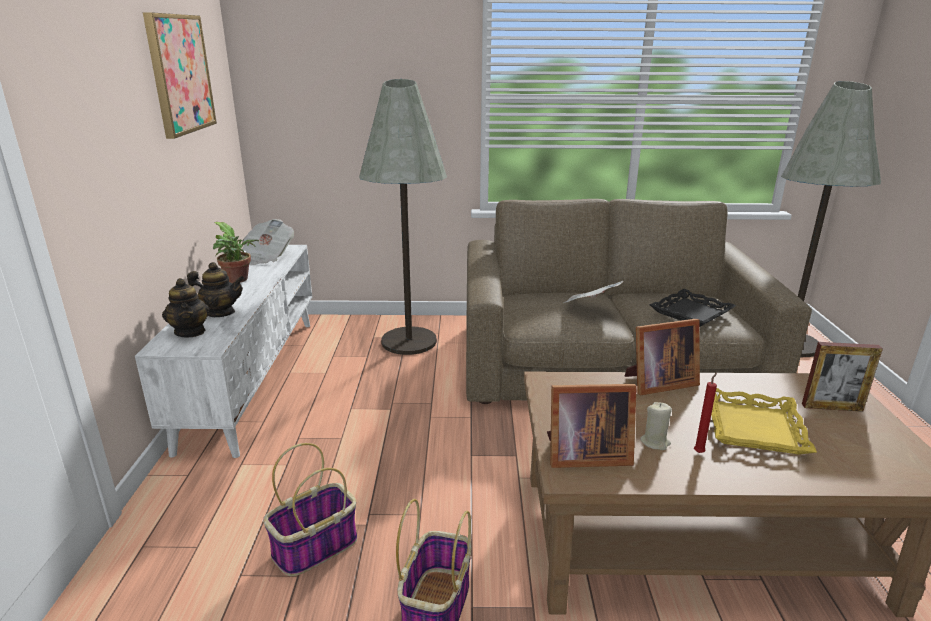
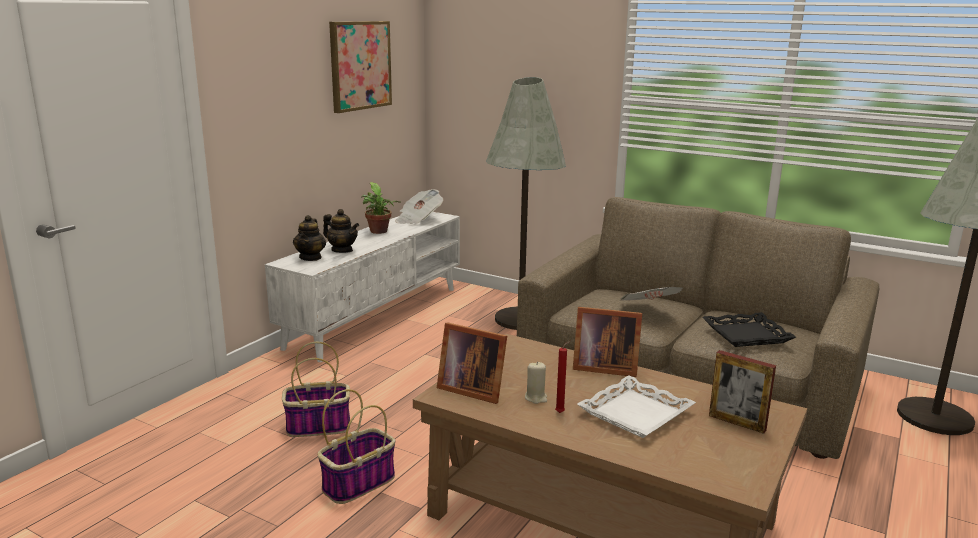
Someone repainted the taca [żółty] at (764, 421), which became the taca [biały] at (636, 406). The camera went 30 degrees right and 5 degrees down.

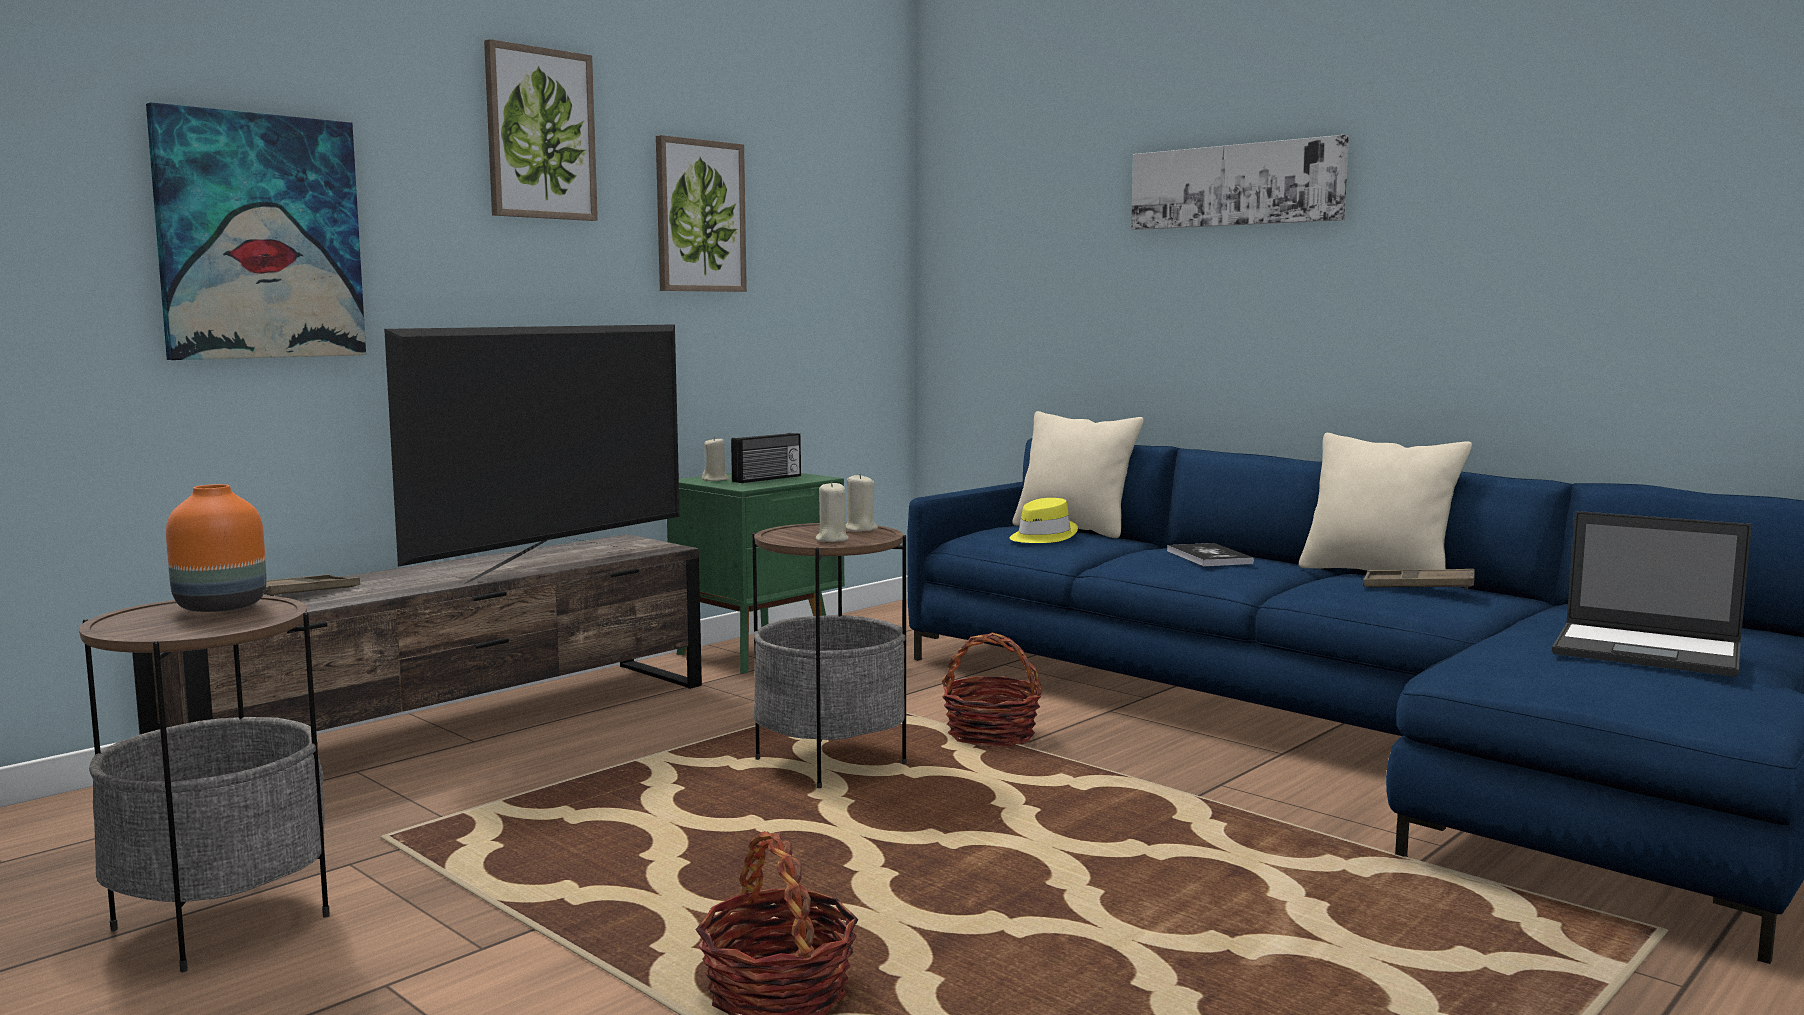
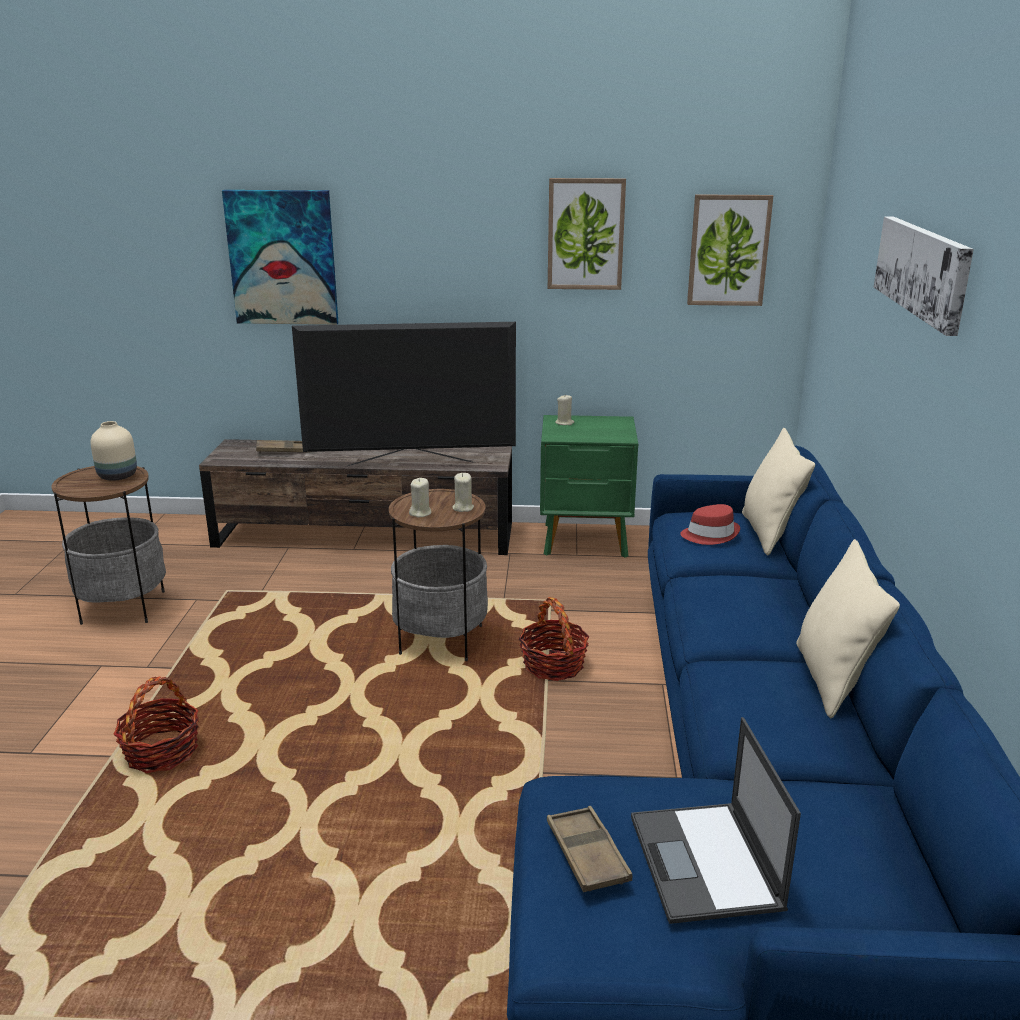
Someone repainted the wazon [pomarańczowy] at (216, 548), which became the wazon [beżowy] at (114, 451). Someone carried the obraz from (541, 130) to (730, 250). Someone took away the radio at (766, 458). Someone repainted the kapelusz [żółty] at (1044, 520), which became the kapelusz [czerwony] at (710, 524). Someone took away the książka at (1210, 554). Someone carried the taca [brązowy] from (1419, 579) to (589, 849). The camera went 50 degrees right and 15 degrees up.

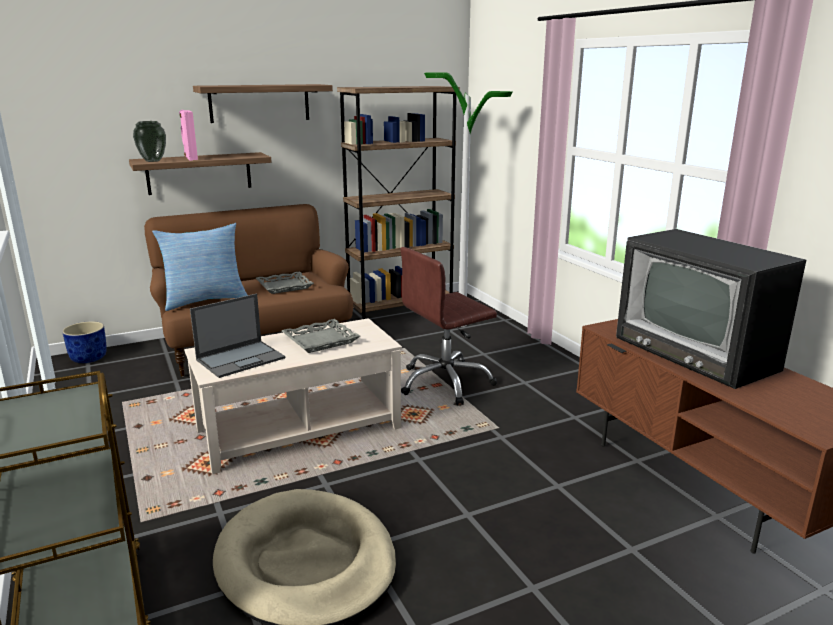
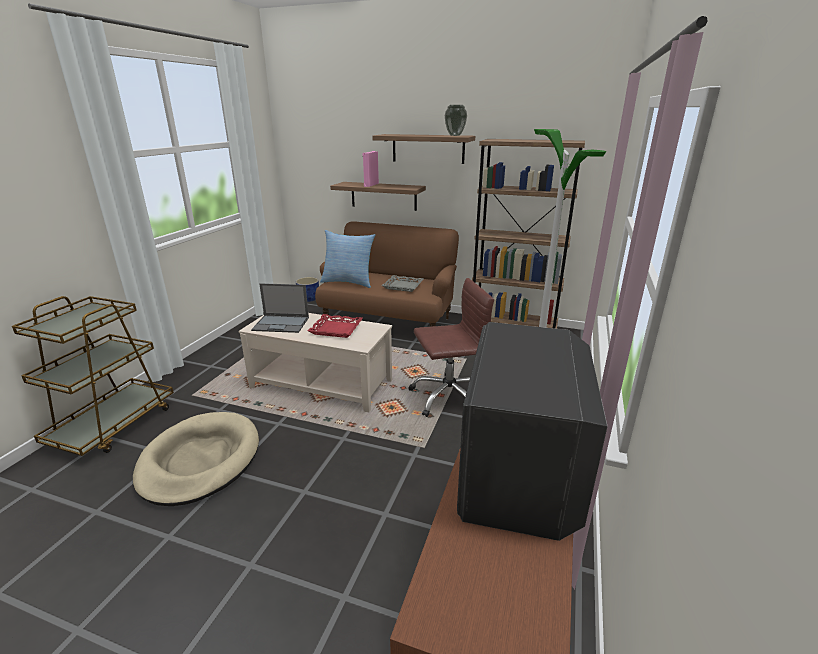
Someone carried the wazon from (149, 141) to (456, 120). Someone repainted the taca [szary] at (321, 336), which became the taca [czerwony] at (335, 326). Someone rotated the krzesło biurowe [brązowy] at (448, 326) by 150 degrees clockwise. The camera went 45 degrees right and 5 degrees up.

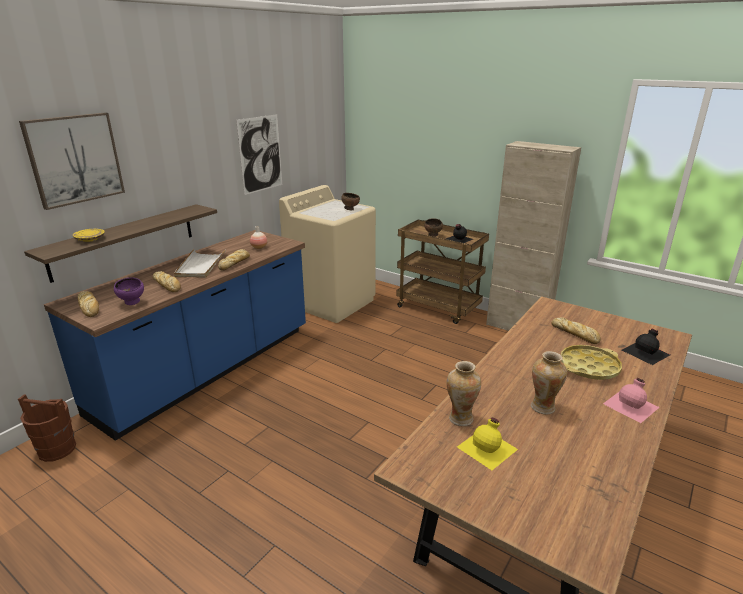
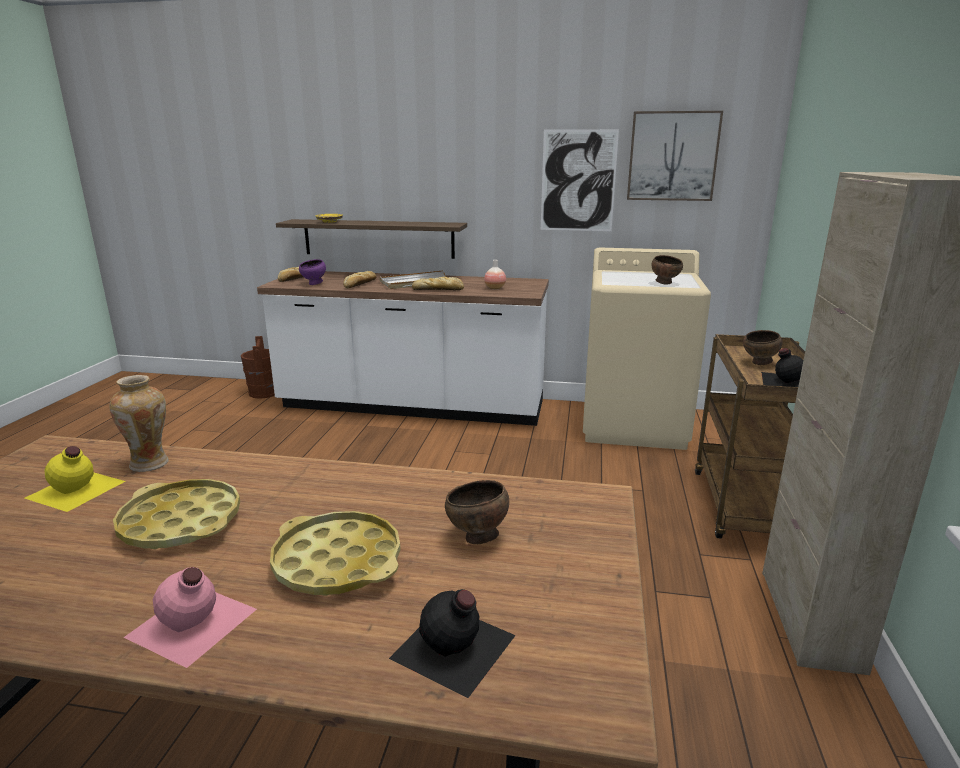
Someone carried the obraz from (72, 161) to (675, 156). Someone repainted the zabudowa kuchenna [niebieski] at (175, 335), which became the zabudowa kuchenna [biały] at (403, 348). Someone swapped the wazon at (549, 383) for the taca [żółty] at (176, 514). Someone swapped the chleb at (576, 330) for the miska [brązowy] at (477, 512). The camera went 65 degrees right and 5 degrees down.

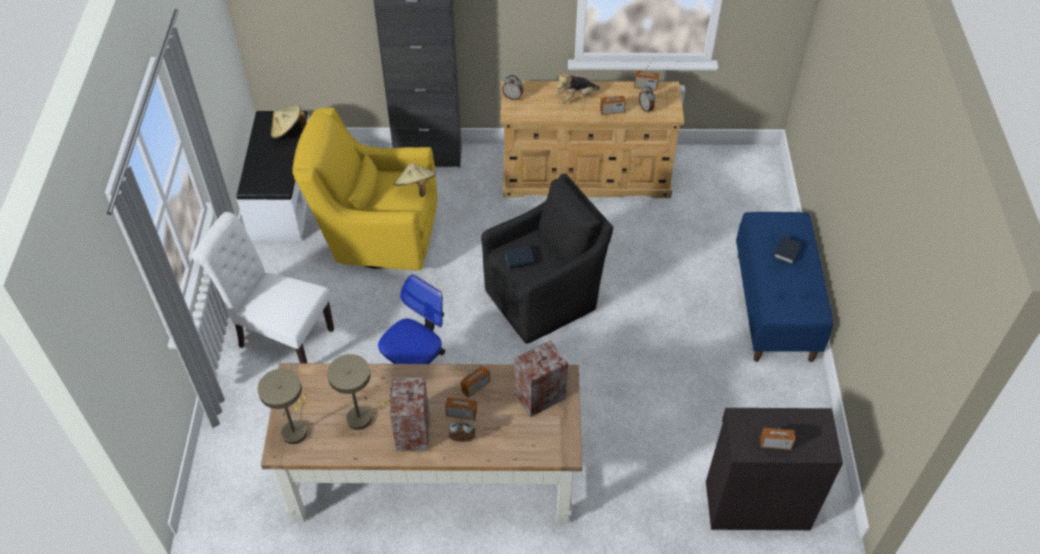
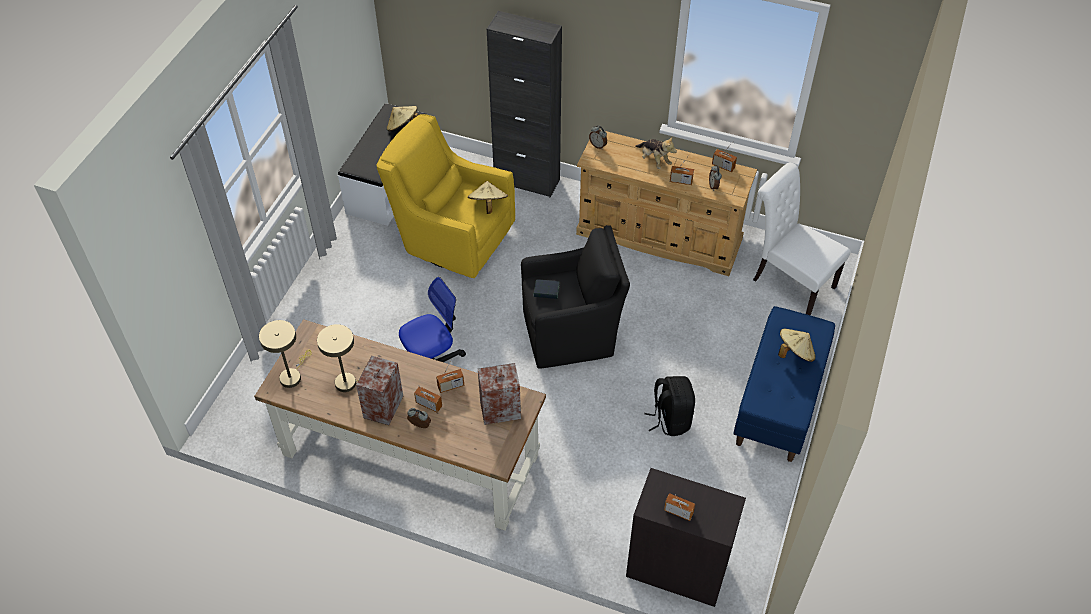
Someone carried the krzesło [biały] from (263, 287) to (802, 239). Someone rotated the pluszak at (578, 88) by 120 degrees counterclockwise. Someone swapped the książka at (787, 250) for the kapelusz [beżowy] at (797, 345). Someone put down the plecak [czarny] at (670, 406). The camera went 20 degrees right and 0 degrees up.

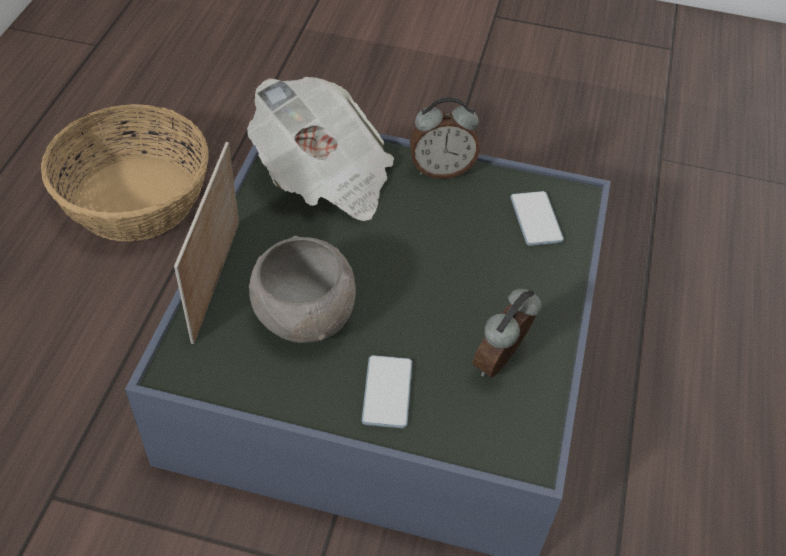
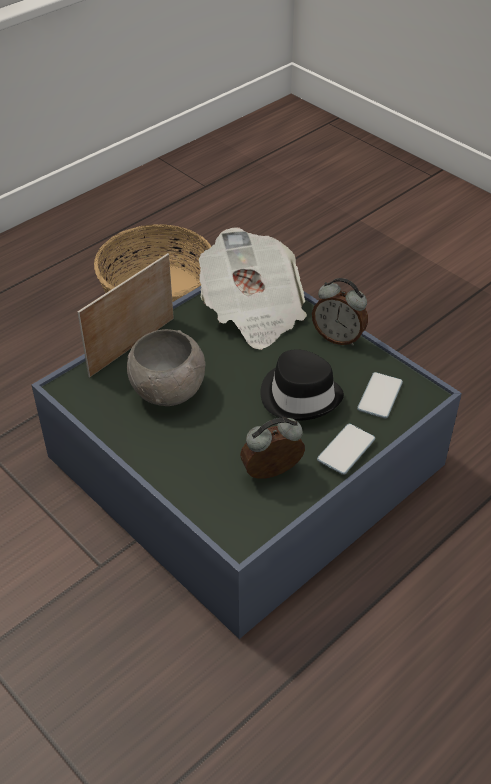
Someone carried the telefon from (387, 391) to (346, 449). Someone put down the kapelusz [czarny] at (302, 385). The camera went 35 degrees right and 5 degrees down.

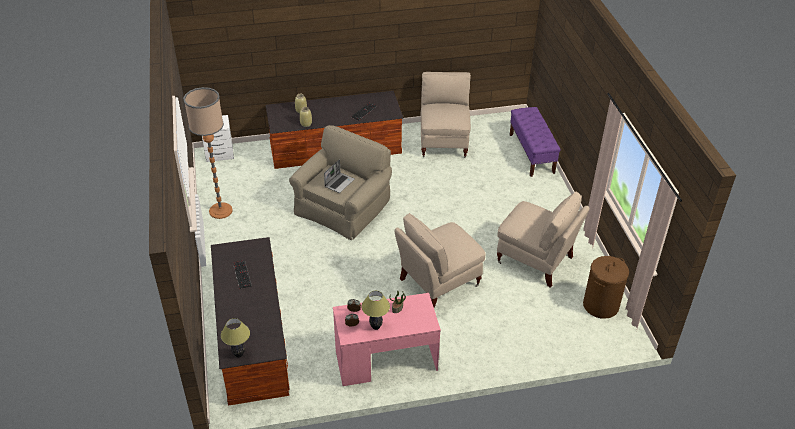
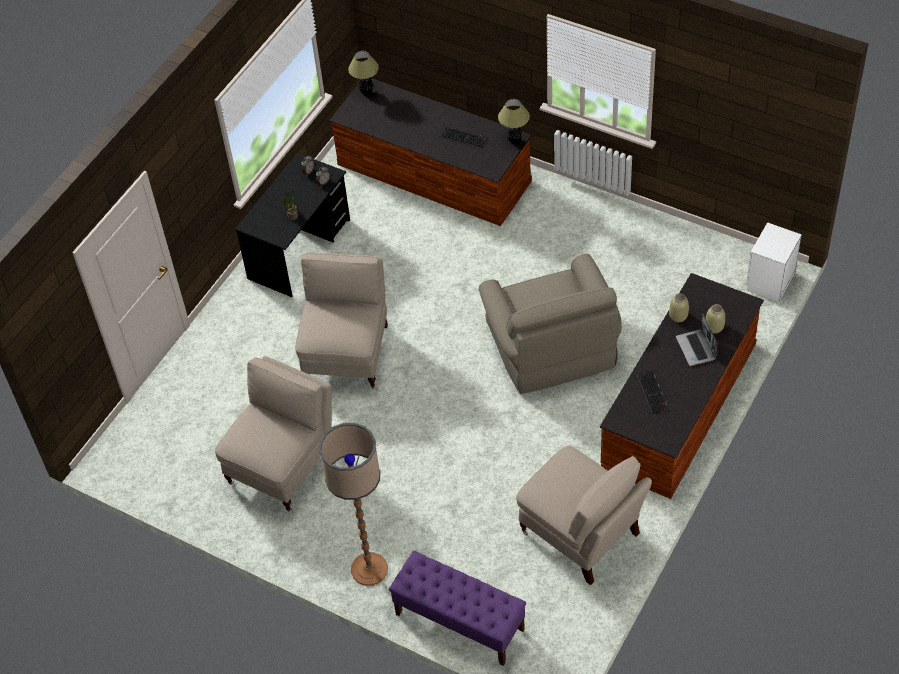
Someone carried the lampa stojąca from (208, 153) to (353, 504). Someone carried the laptop from (339, 176) to (696, 340). Someone repainted the biurko [różowy] at (387, 339), which became the biurko [czarny] at (292, 225). Someone carried the lampa stołowa from (376, 310) to (514, 121). Someone rotated the krzesło [beżowy] at (543, 240) by 135 degrees clockwise. Someone took away the kosz na pranie [brązowy] at (606, 287). The camera went 135 degrees right and 10 degrees up.

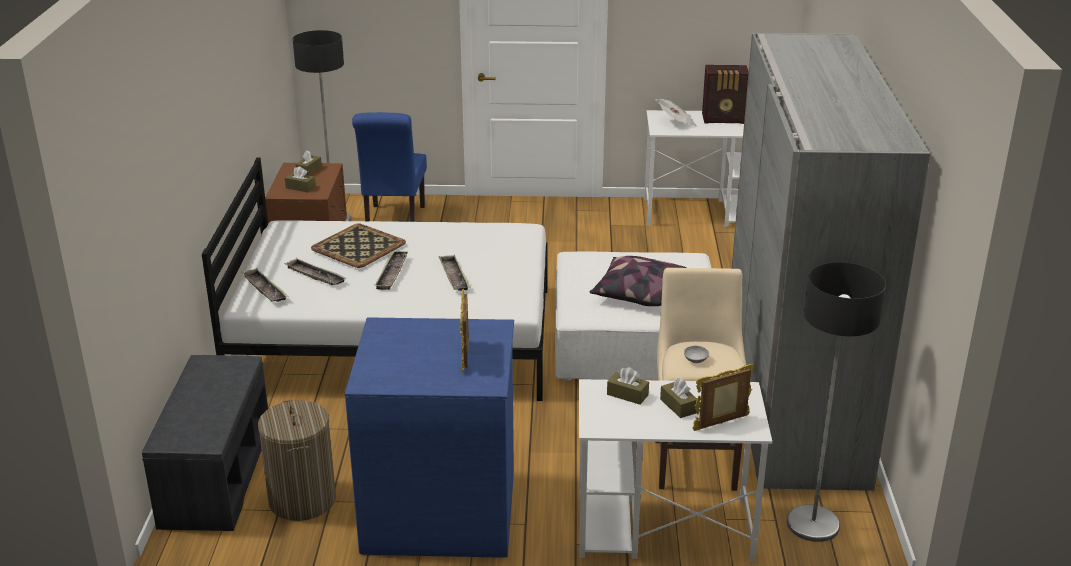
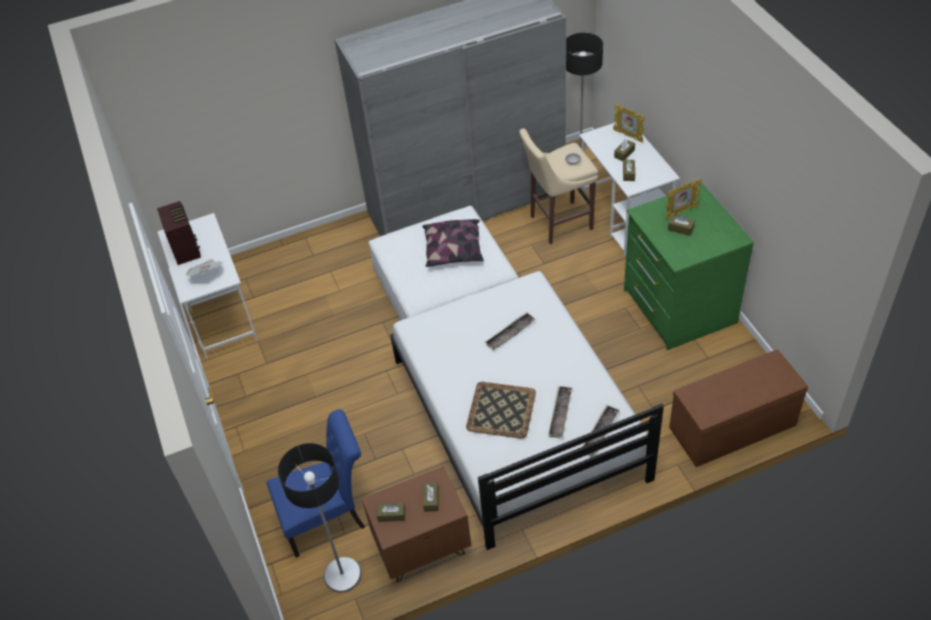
Someone repainted the ławka [szary] at (205, 443), which became the ławka [brązowy] at (738, 408). Someone took away the kosz na pranie at (297, 460). Someone repainted the komoda [niebieski] at (429, 437), which became the komoda [zielony] at (689, 266). Someone took away the taca at (391, 270). Someone put down the pudełko chusteczek [brązowy] at (681, 225). The camera went 110 degrees left and 20 degrees up.

